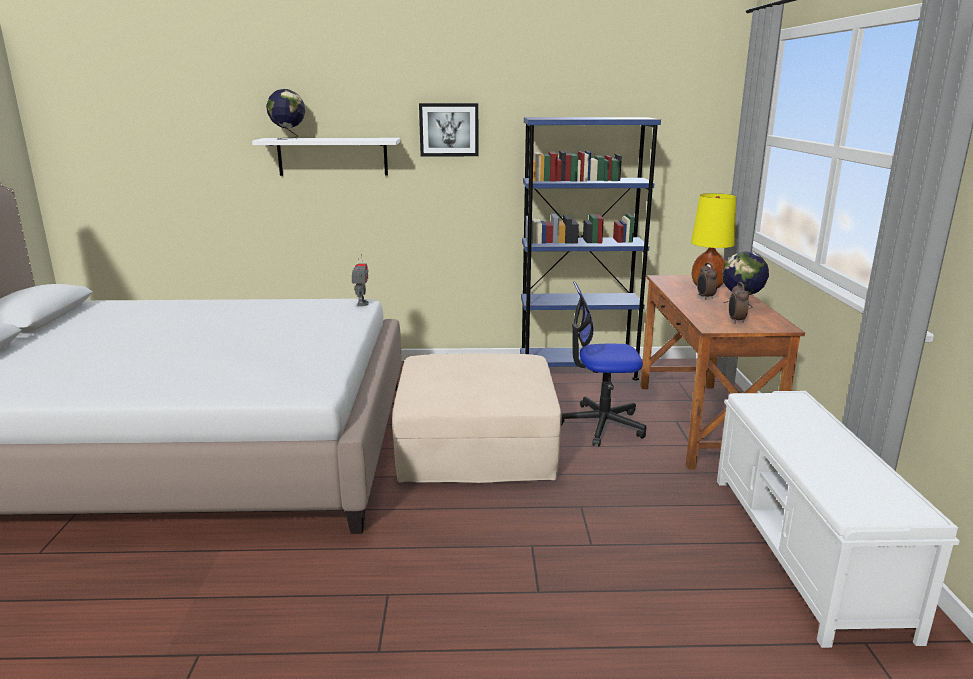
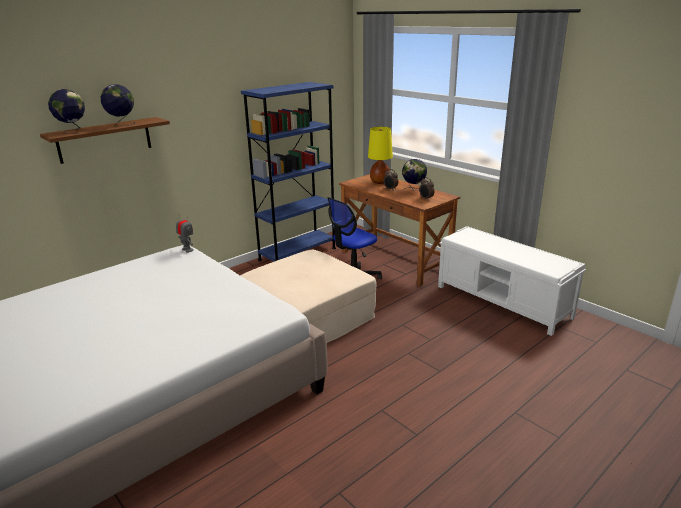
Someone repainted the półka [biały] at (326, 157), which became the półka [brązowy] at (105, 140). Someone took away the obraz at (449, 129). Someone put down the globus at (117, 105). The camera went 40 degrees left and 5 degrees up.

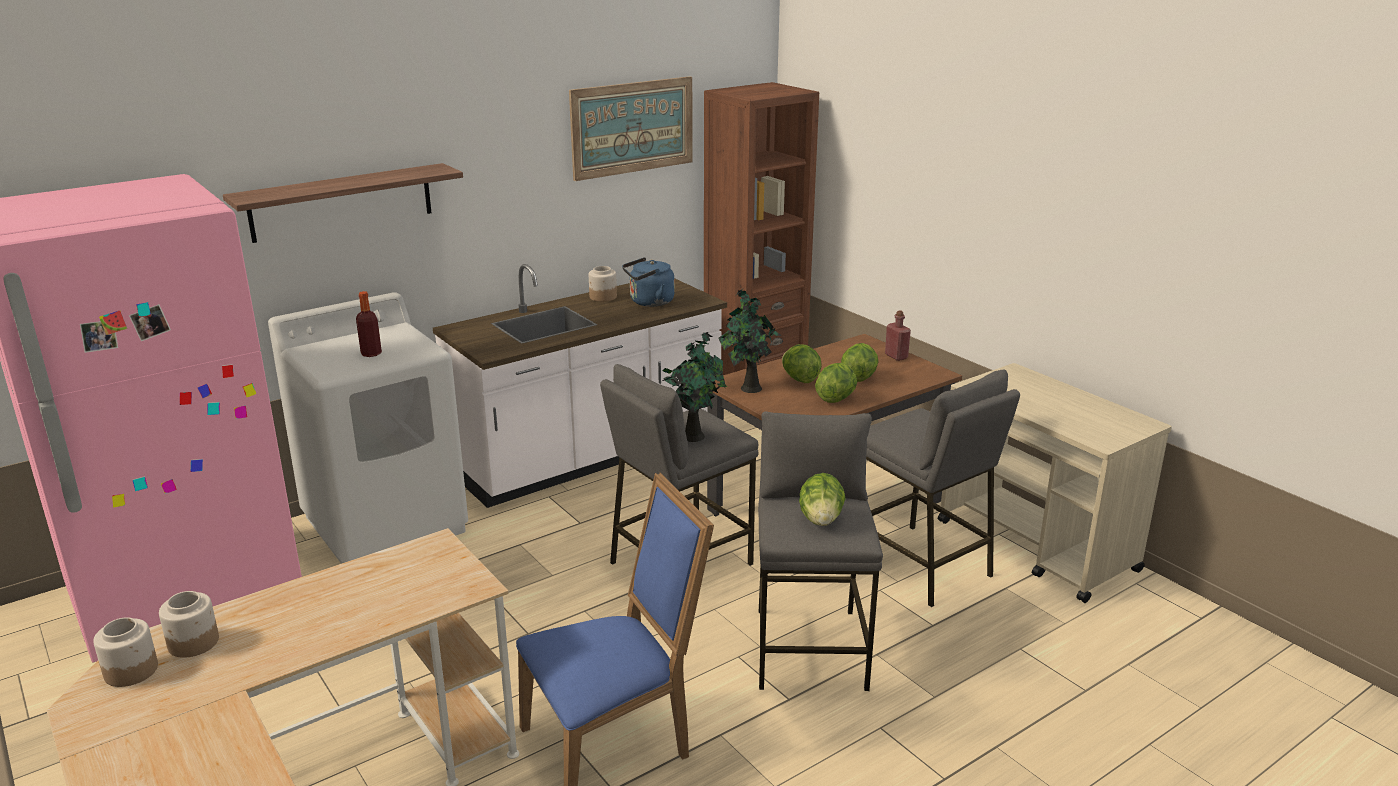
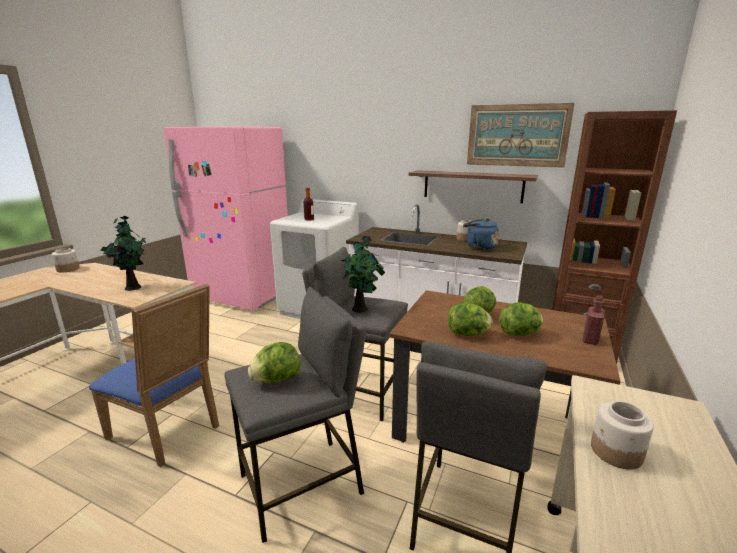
Someone carried the słoik from (189, 624) to (622, 435). Someone carried the półka from (343, 203) to (473, 186). Someone carried the roślina doniczkowa from (750, 341) to (123, 253). The camera went 60 degrees right and 5 degrees down.

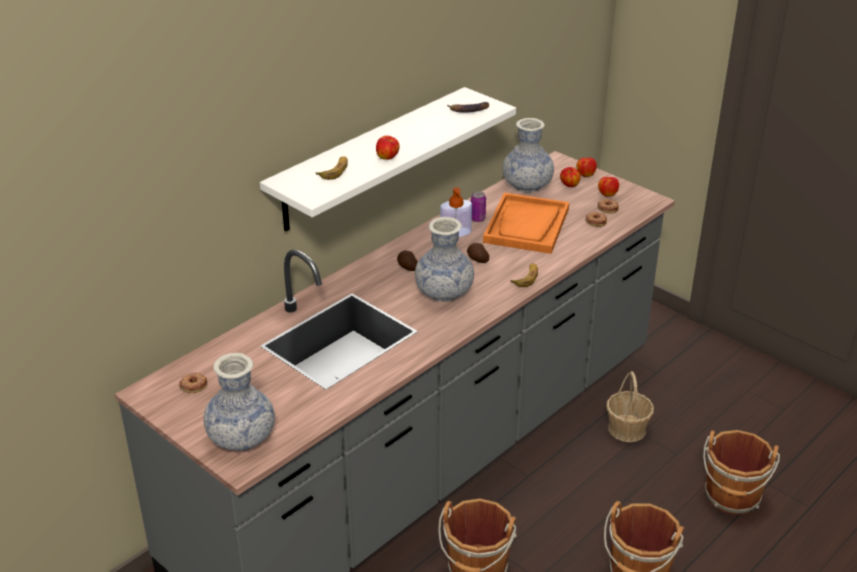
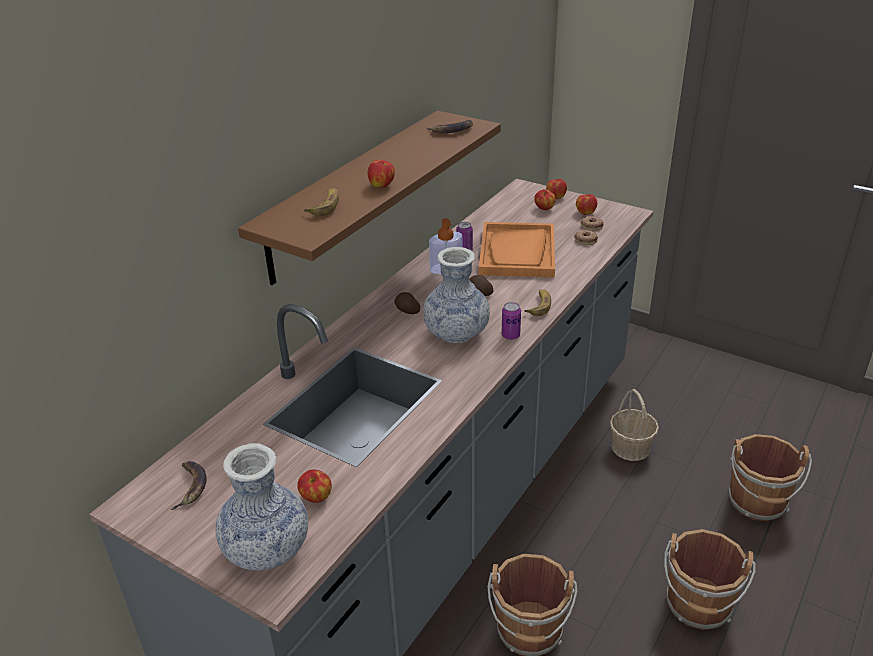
Someone swapped the donut at (193, 382) for the banan at (188, 485). Someone repainted the półka [biały] at (388, 159), which became the półka [brązowy] at (369, 198). Someone took away the wazon at (528, 155). Someone put down the jabłko at (314, 486). Someone put down the puszka at (511, 321). The camera went 10 degrees left and 0 degrees up.

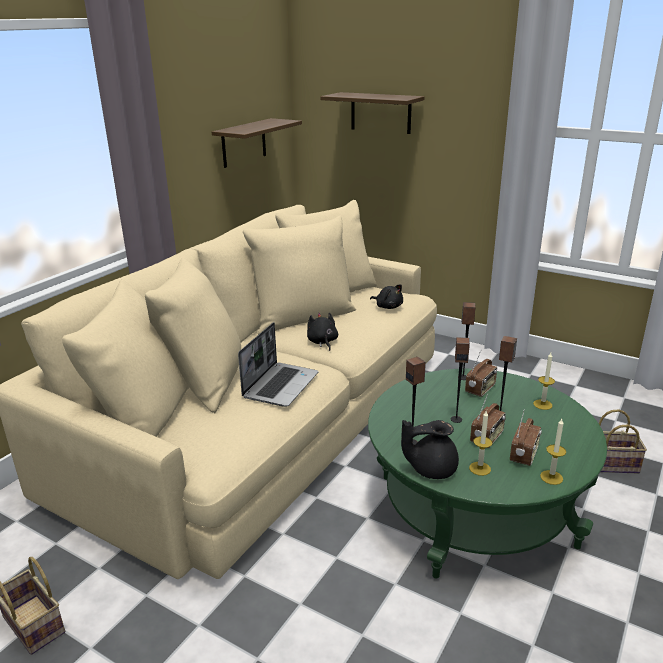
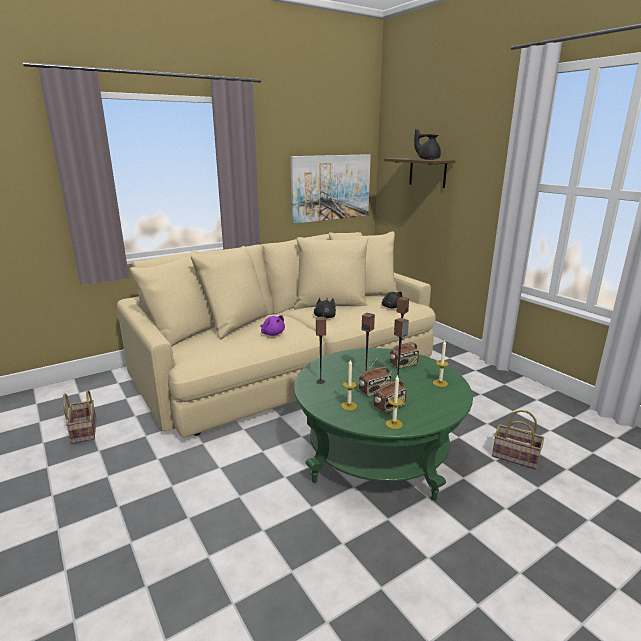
Someone swapped the półka at (257, 143) for the obraz at (330, 189). Someone swapped the laptop at (278, 364) for the pluszak [fioletowy] at (273, 325). Someone carried the imbryk [czarny] from (430, 449) to (427, 144). The camera went 25 degrees right and 5 degrees down.

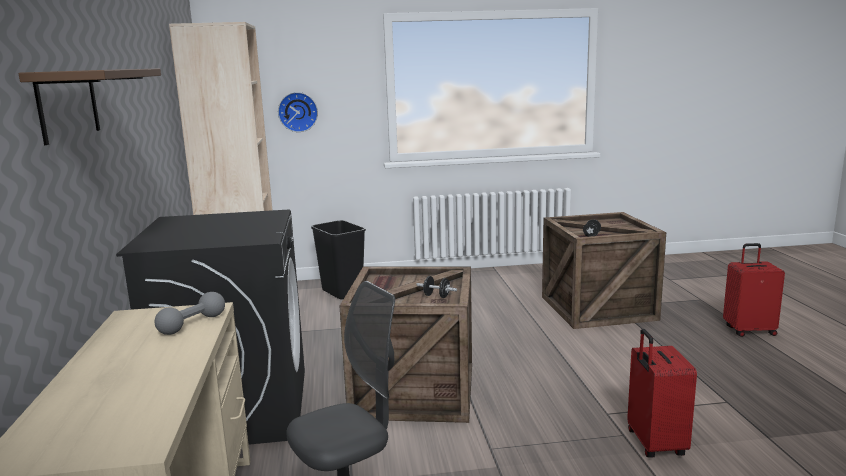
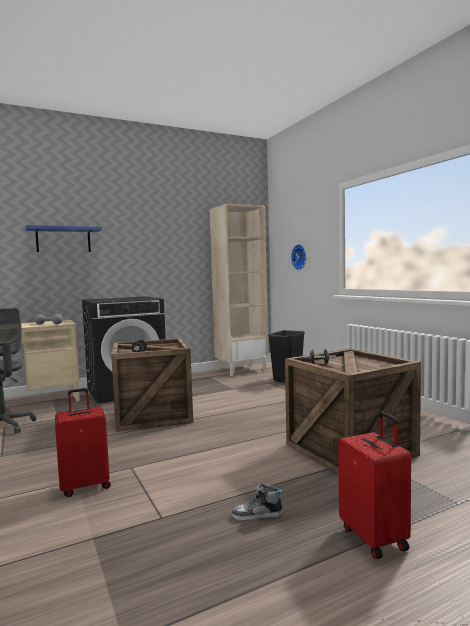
Someone repainted the półka [brązowy] at (89, 106), which became the półka [niebieski] at (63, 238). Someone put down the but at (257, 501). The camera went 70 degrees right and 10 degrees down.

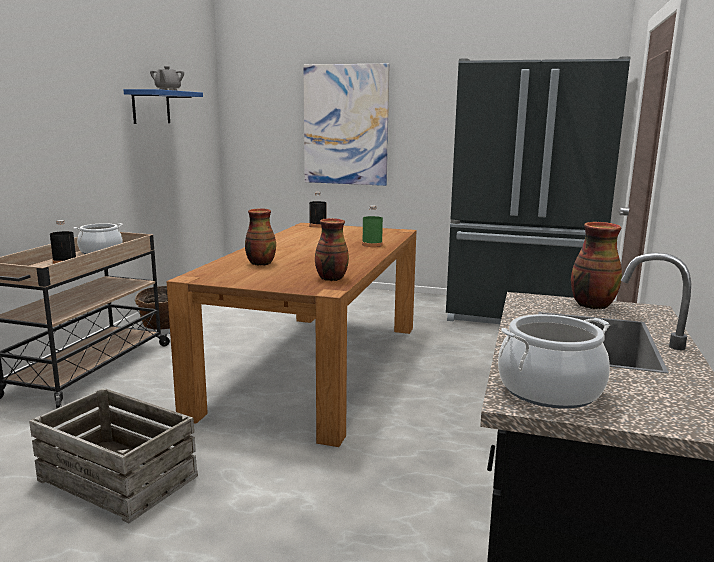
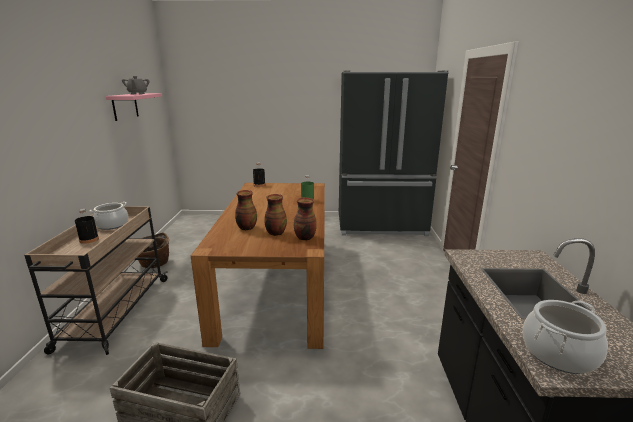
Someone repainted the półka [niebieski] at (163, 106), which became the półka [różowy] at (134, 107). Someone took away the obraz at (346, 125). Someone carried the wazon from (596, 265) to (275, 215). The camera went 15 degrees left and 5 degrees up.

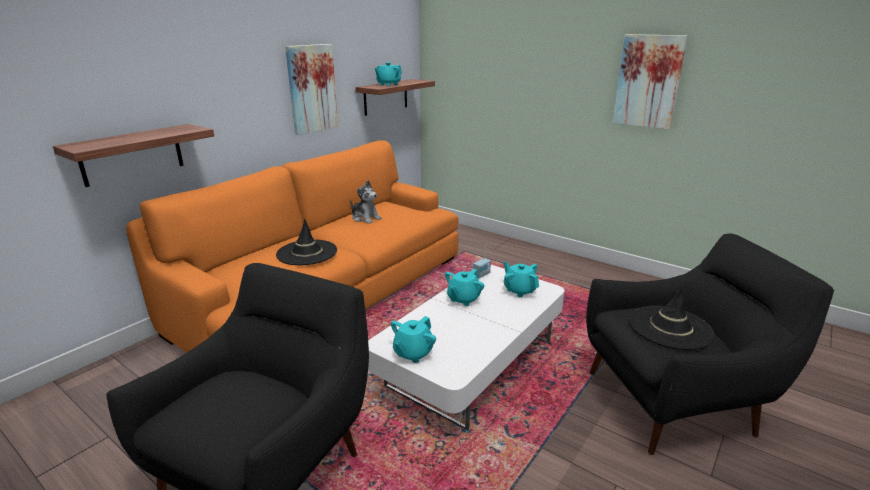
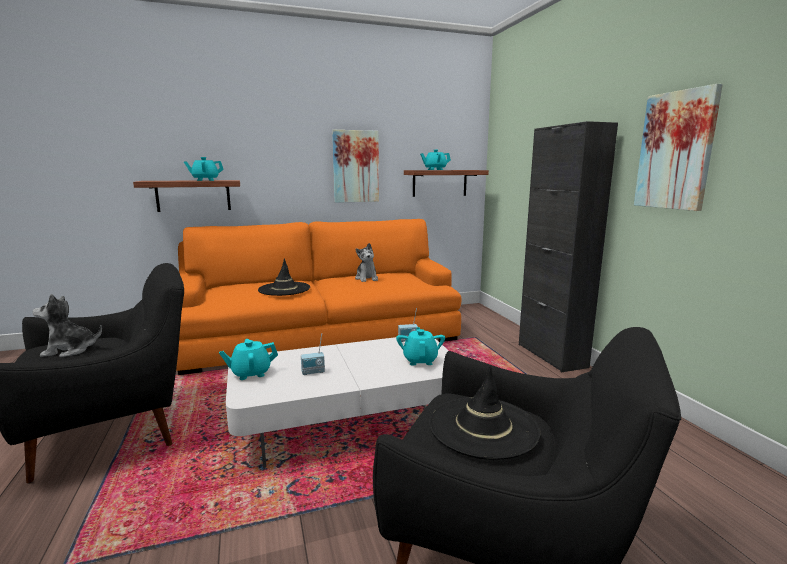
Someone carried the imbryk [turkusowy] from (464, 287) to (204, 169). Someone put down the pluszak at (67, 325). Someone put down the radio at (313, 354). Someone put down the szafka [czarny] at (568, 246). The camera went 35 degrees right and 10 degrees down.

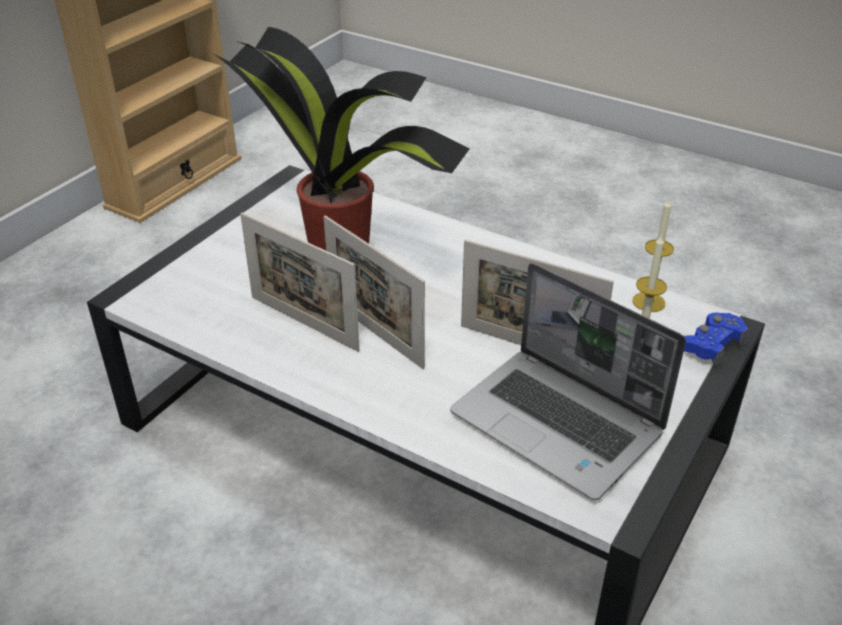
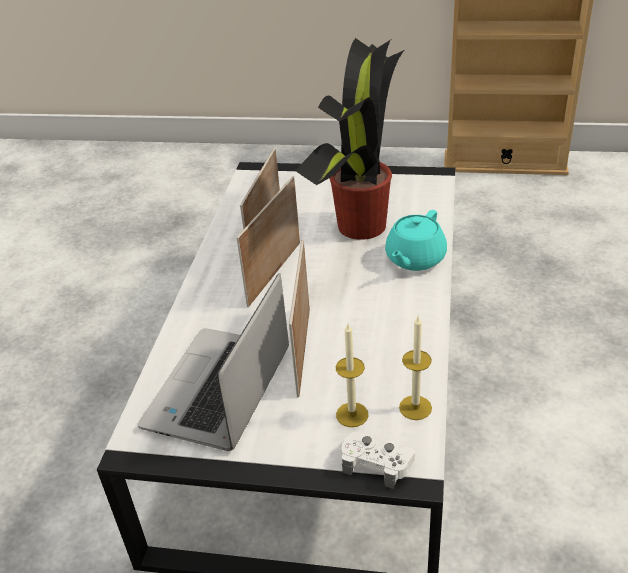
Someone repainted the pad do gier [niebieski] at (716, 340), which became the pad do gier [biały] at (378, 460). Someone put down the imbryk [turkusowy] at (416, 240). The camera went 70 degrees right and 0 degrees up.

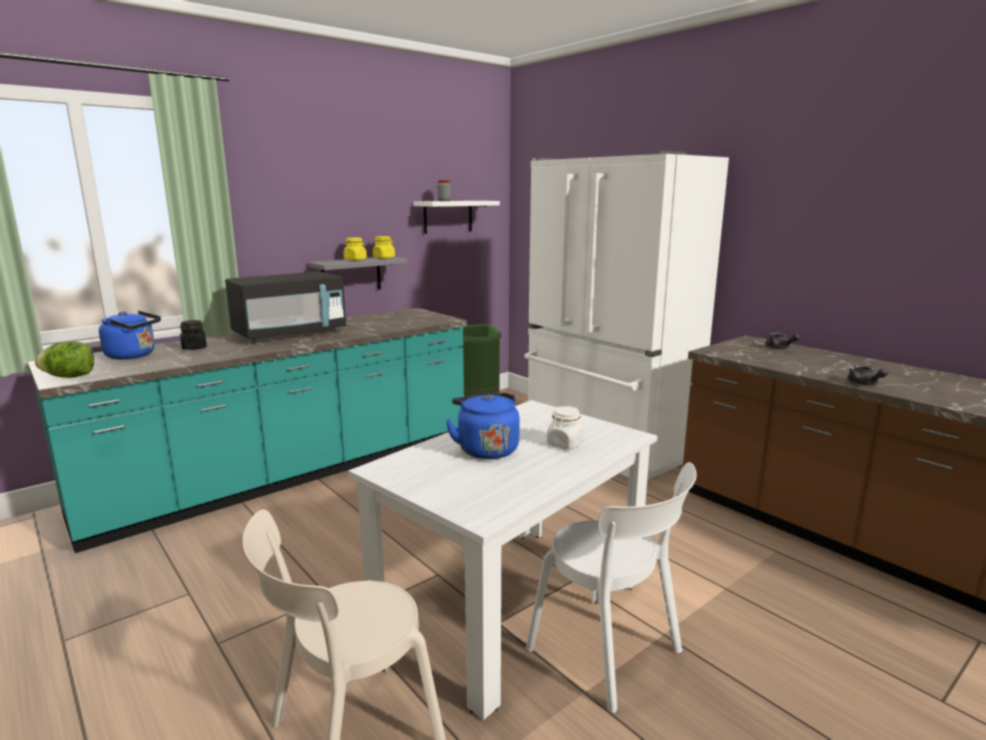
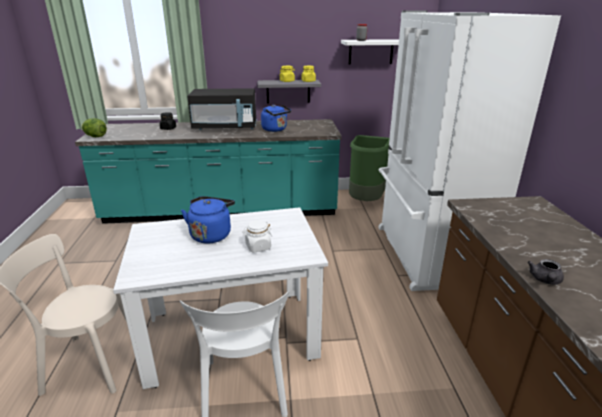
Someone carried the czajnik [niebieski] from (130, 335) to (276, 118). Someone took away the imbryk [szary] at (782, 341). The camera went 35 degrees right and 10 degrees up.

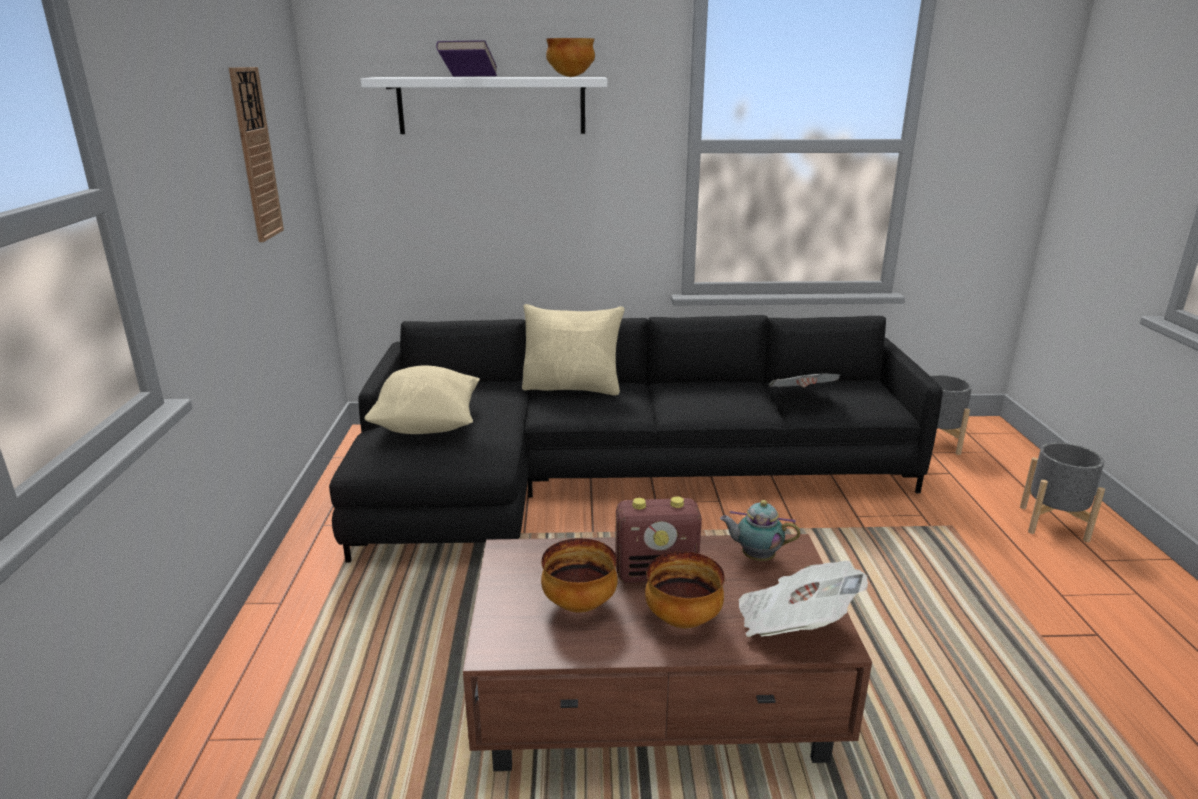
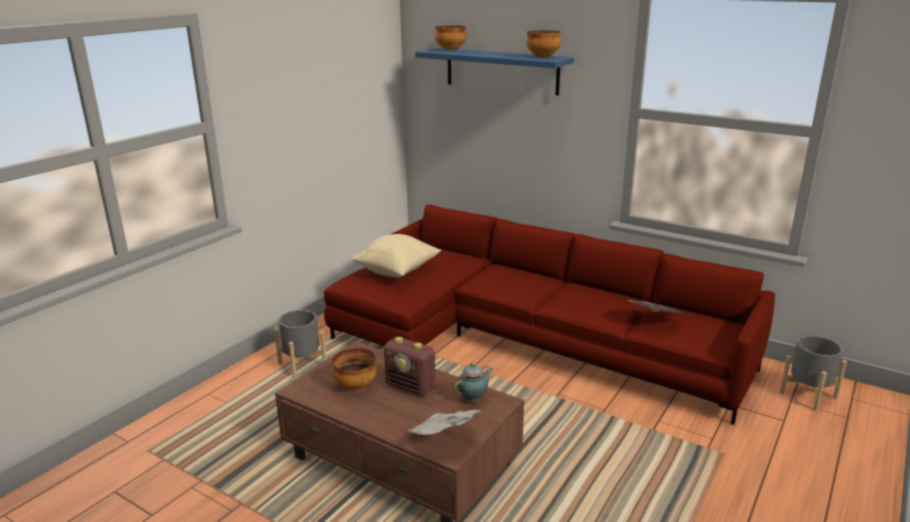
Someone took away the zegar ścienny at (256, 154). Someone repainted the kanapa [czarny] at (636, 439), which became the kanapa [czerwony] at (549, 315). Someone repainted the półka [biały] at (483, 105), which became the półka [niebieski] at (494, 72). Someone took away the książka [fioletowy] at (466, 58). Someone took away the poduszka [beżowy] at (573, 350). Someone carried the miska from (685, 589) to (451, 38). Someone rotated the imbryk at (760, 530) by 90 degrees clockwise. Someone carried the donica [szary] from (1062, 492) to (300, 344). The camera went 35 degrees right and 0 degrees up.

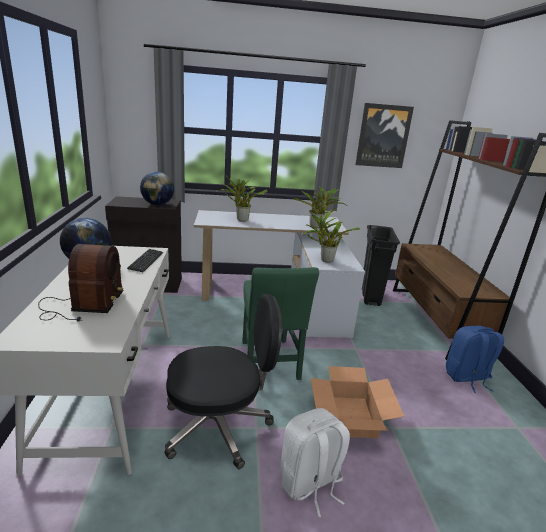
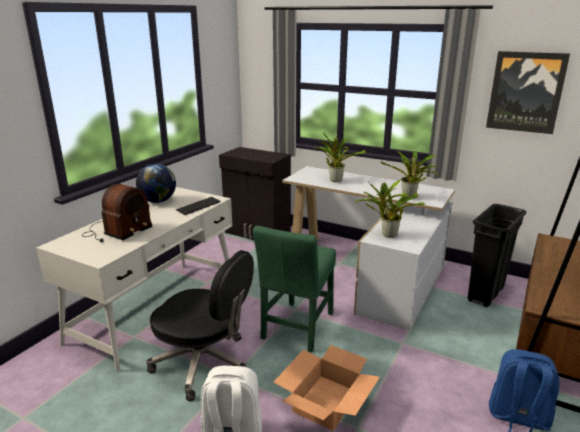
Someone took away the globus at (157, 188). The camera went 35 degrees right and 0 degrees up.

